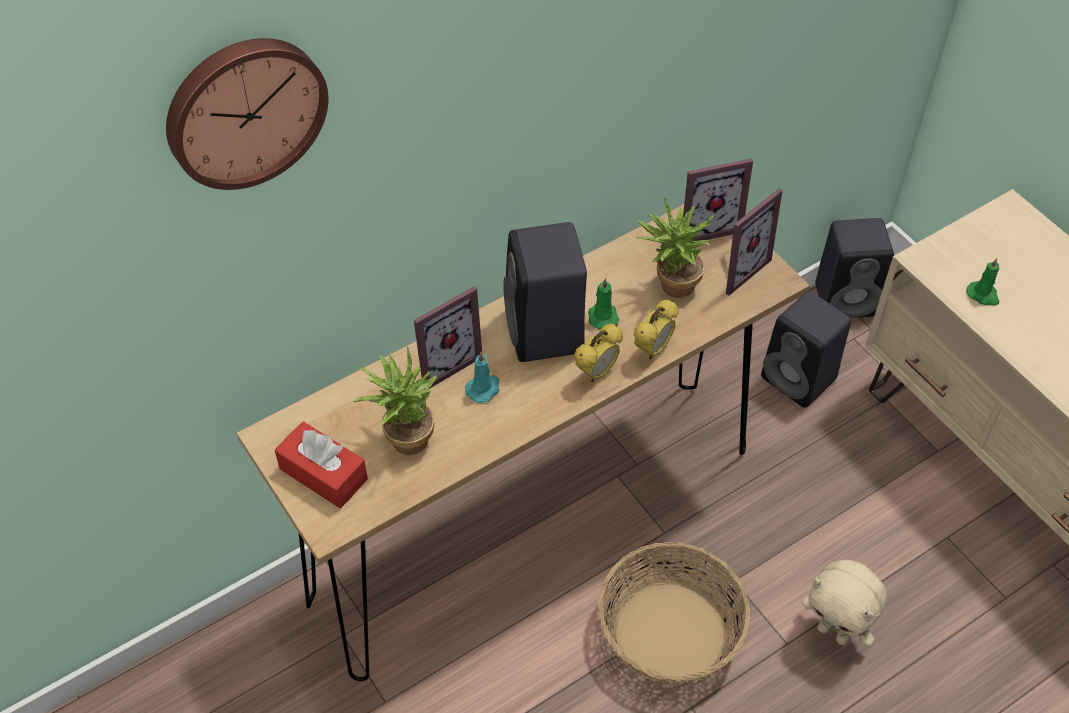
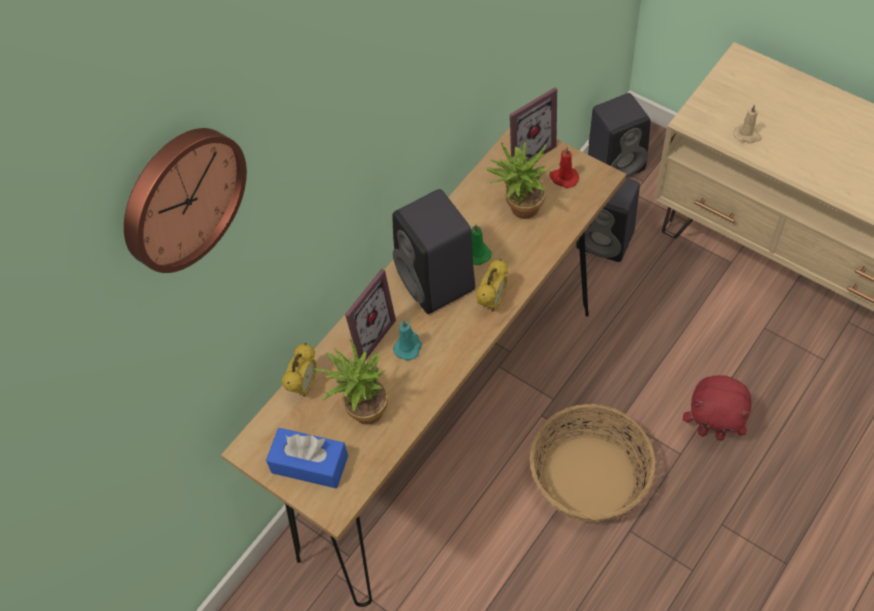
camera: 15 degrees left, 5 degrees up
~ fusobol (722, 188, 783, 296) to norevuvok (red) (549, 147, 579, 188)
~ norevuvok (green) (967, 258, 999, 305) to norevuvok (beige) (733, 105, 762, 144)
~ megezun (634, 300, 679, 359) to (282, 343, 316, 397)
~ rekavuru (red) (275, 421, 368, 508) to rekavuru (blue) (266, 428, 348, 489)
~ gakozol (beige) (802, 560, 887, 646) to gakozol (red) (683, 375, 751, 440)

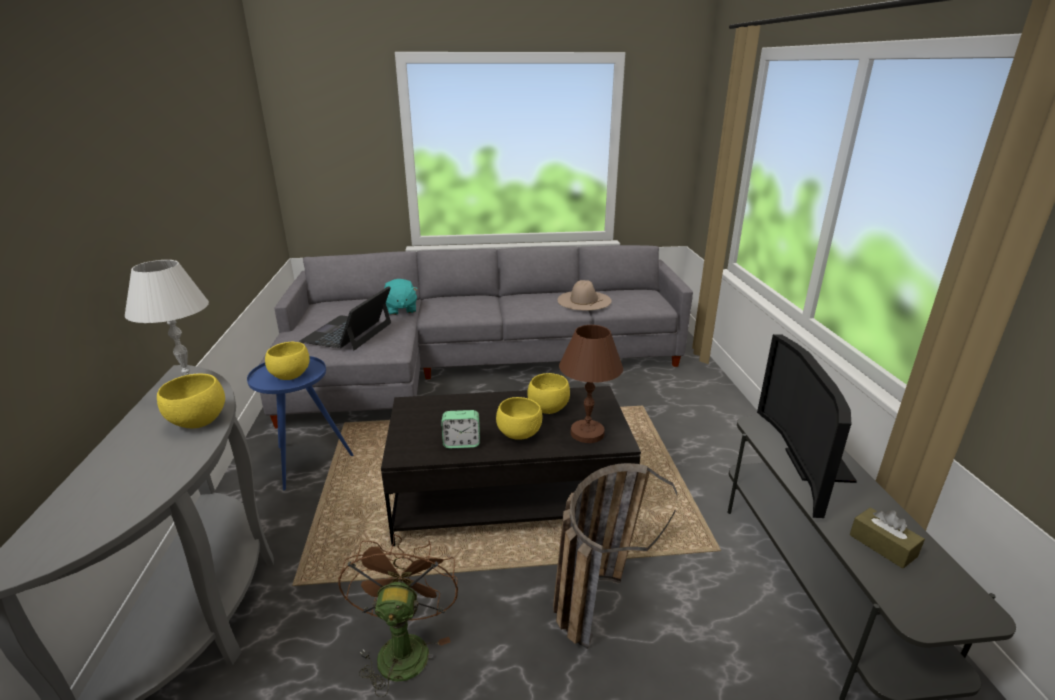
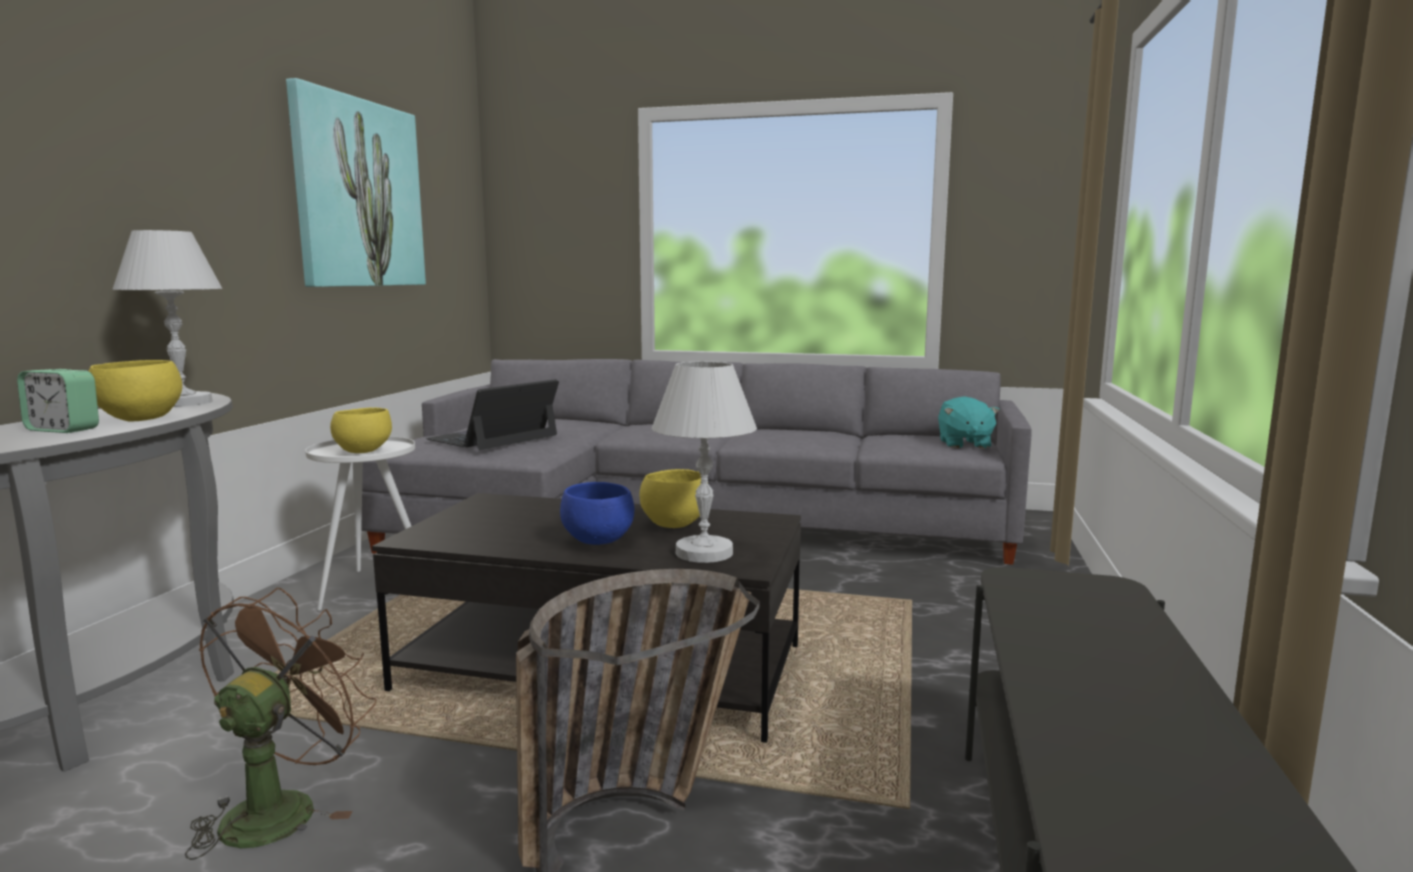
camera: 20 degrees right, 15 degrees down
~ gakozol (turquoise) (384, 279, 418, 315) to (938, 397, 1000, 449)
- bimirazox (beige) (558, 280, 611, 310)
~ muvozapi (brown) (559, 325, 623, 443) to muvozapi (white) (652, 361, 757, 563)
- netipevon (757, 334, 857, 518)
~ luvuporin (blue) (247, 356, 353, 490) to luvuporin (white) (305, 436, 415, 611)
~ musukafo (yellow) (496, 397, 542, 440) to musukafo (blue) (560, 482, 634, 545)
~ megezun (441, 410, 480, 448) to (17, 369, 99, 433)
- rekavuru (brown) (850, 507, 925, 569)
+ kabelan (286, 78, 426, 287)

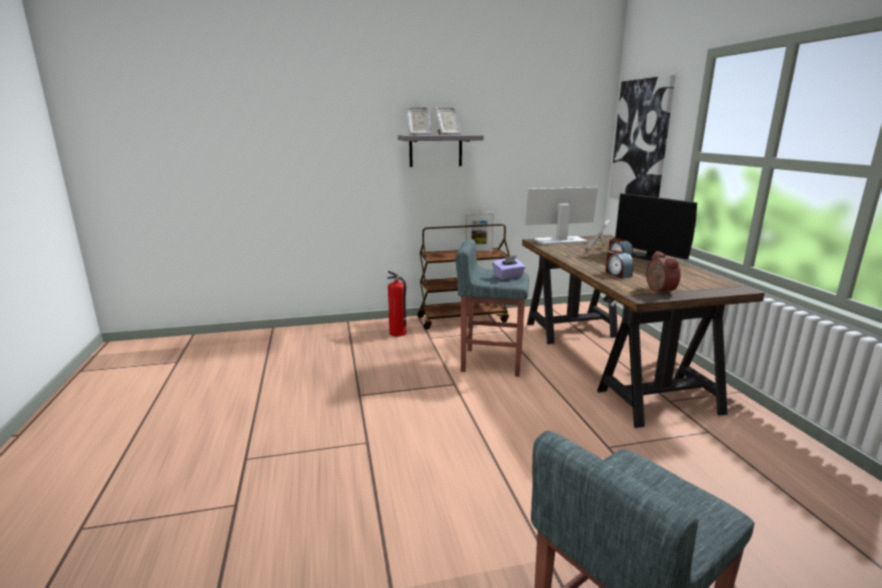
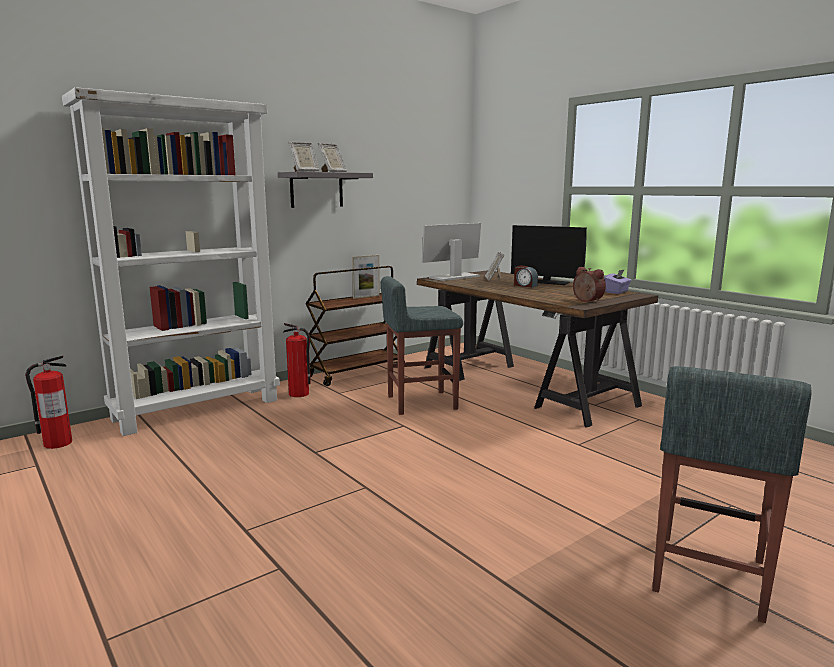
camera: 25 degrees left, 5 degrees down
- kabelan (609, 75, 676, 200)
- megezun (605, 250, 633, 278)
~ rekavuru (purple) (492, 255, 526, 280) to (604, 270, 631, 294)
+ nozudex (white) (62, 87, 280, 436)
+ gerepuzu (25, 356, 72, 449)

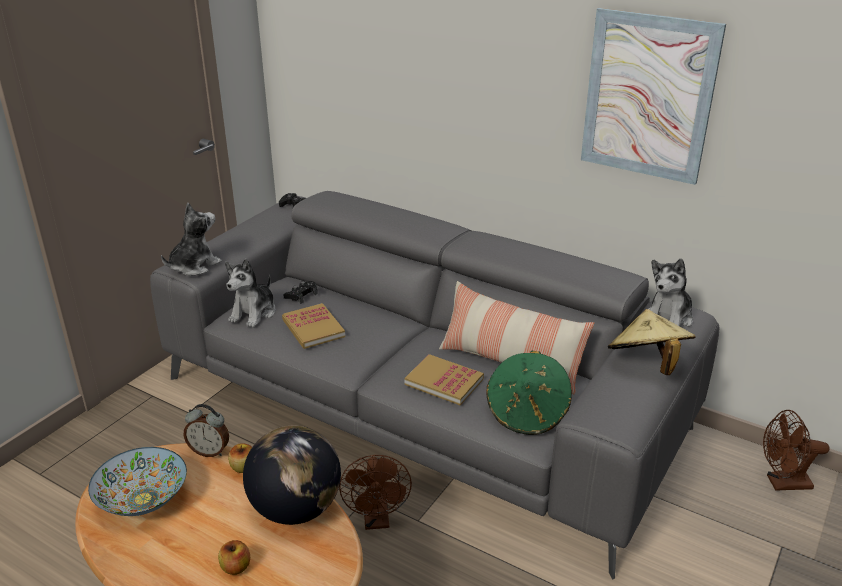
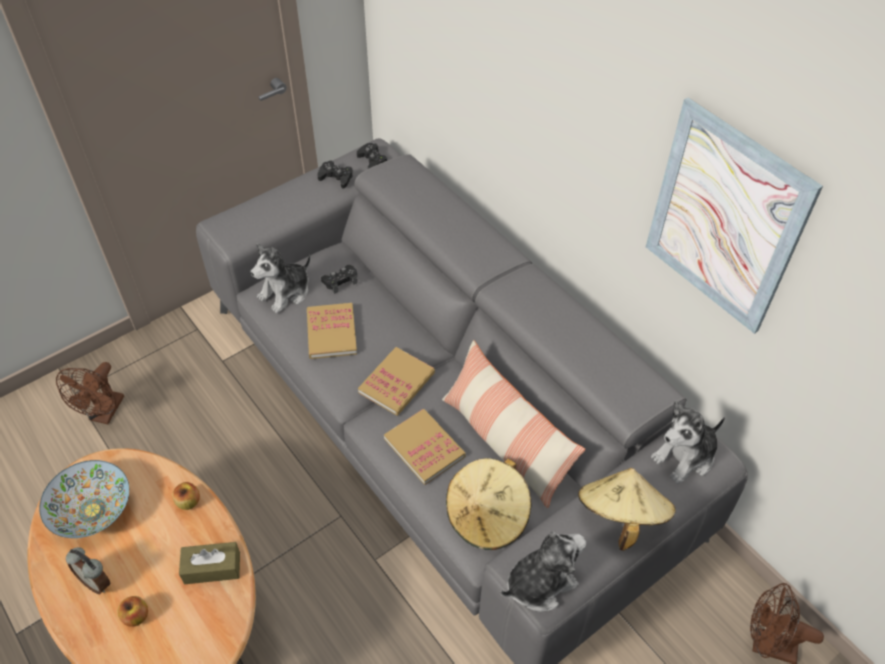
camera: 20 degrees right, 20 degrees up
~ gakozol (161, 203, 222, 276) to (500, 531, 586, 612)
~ bimirazox (green) (486, 351, 572, 435) to bimirazox (beige) (446, 458, 531, 550)
~ megezun (184, 404, 229, 457) to (66, 547, 110, 594)
~ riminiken (243, 426, 341, 525) to rekavuru (brown) (179, 542, 240, 584)
~ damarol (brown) (339, 455, 412, 530) to (56, 362, 124, 424)
+ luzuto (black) (317, 160, 353, 188)
+ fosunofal (358, 347, 435, 416)

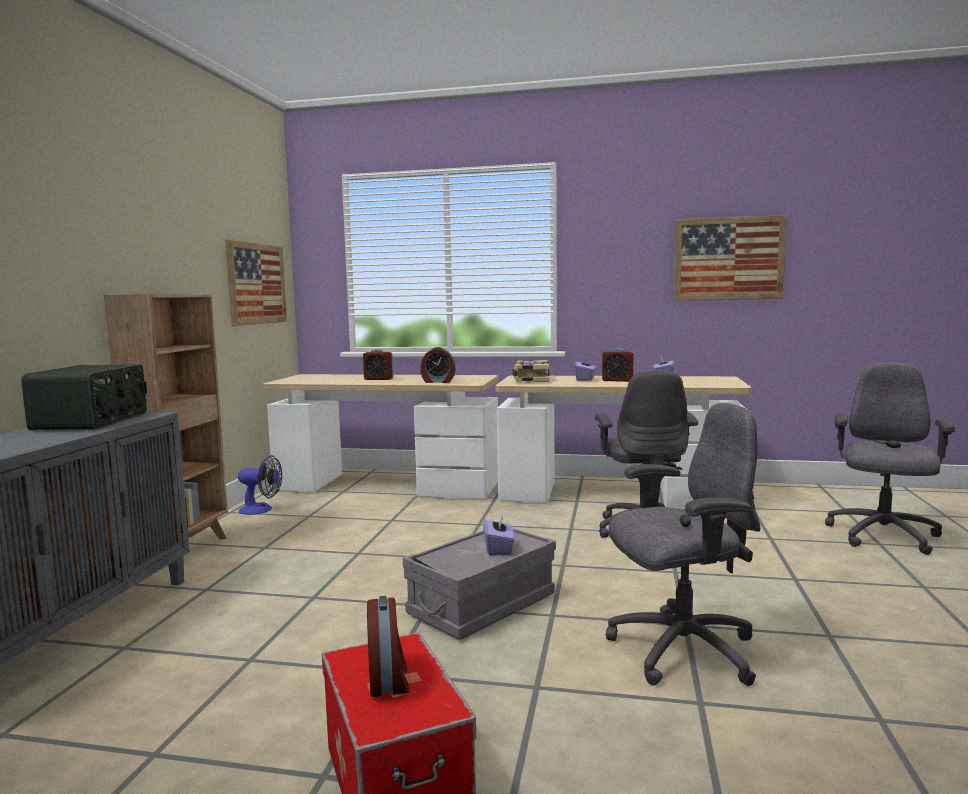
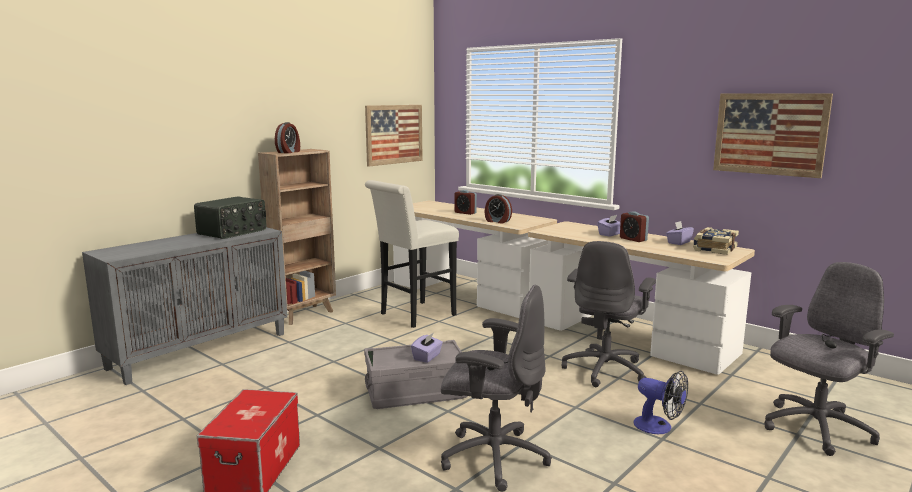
camera: 30 degrees right, 5 degrees up
~ fosunofal (512, 360, 549, 382) to (693, 227, 739, 255)
~ damarol (238, 455, 282, 515) to (634, 371, 688, 434)
~ megezun (367, 596, 409, 697) to (275, 122, 300, 153)
+ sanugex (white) (365, 180, 459, 328)

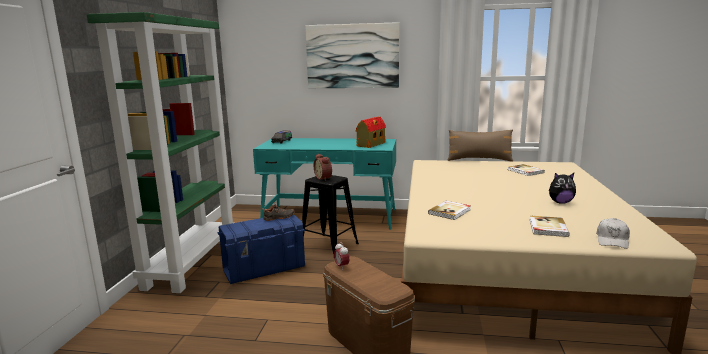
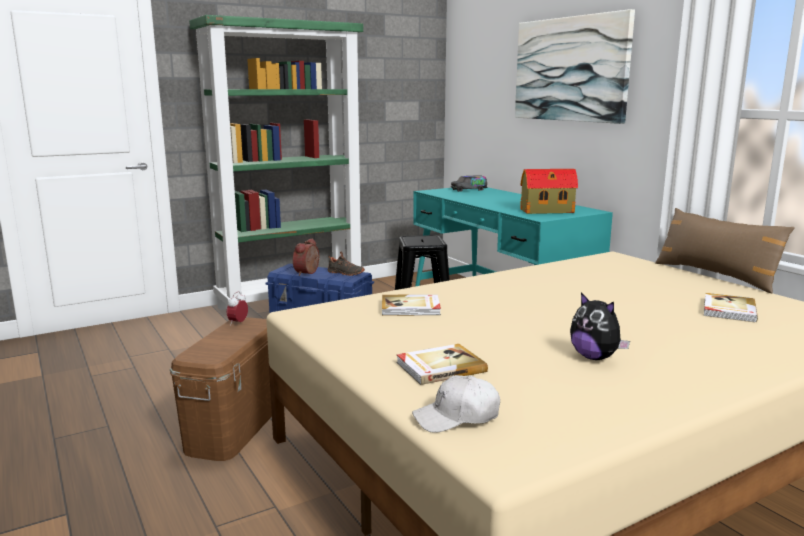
camera: 50 degrees right, 0 degrees up
~ megezun (314, 154, 332, 181) to (293, 238, 320, 276)

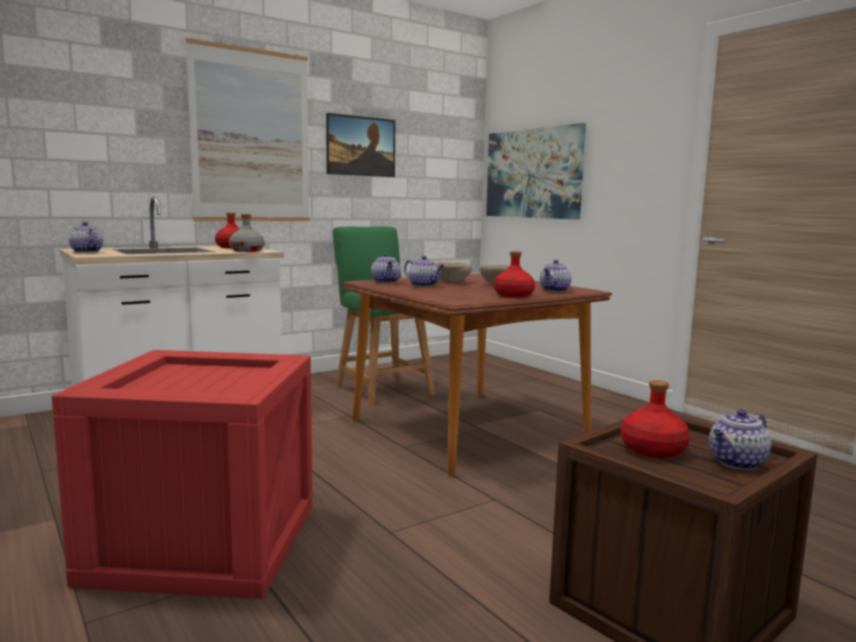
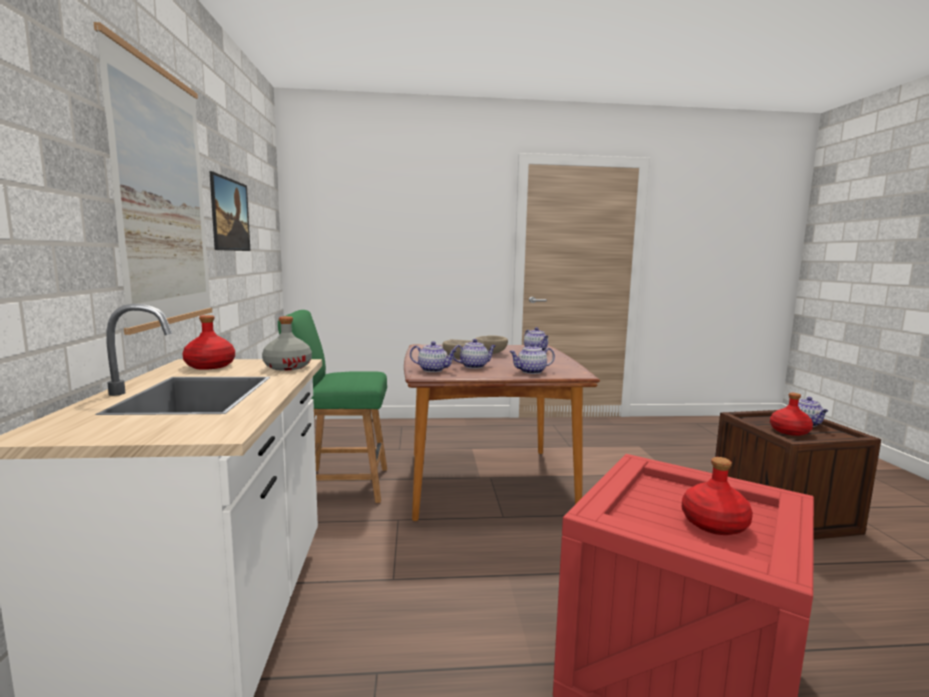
camera: 60 degrees left, 0 degrees up
- kabelan (486, 123, 586, 220)
~ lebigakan (69, 222, 103, 253) to (509, 343, 555, 374)
~ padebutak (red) (494, 251, 535, 298) to (682, 457, 753, 535)

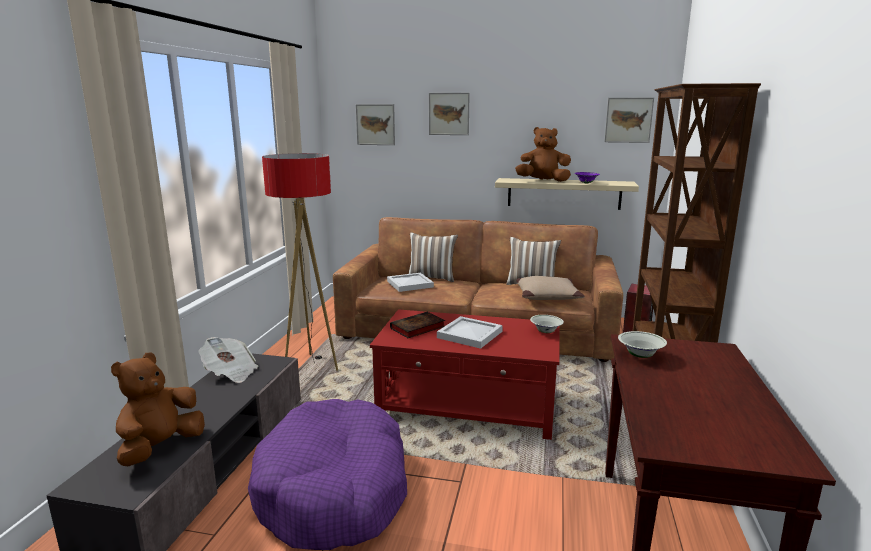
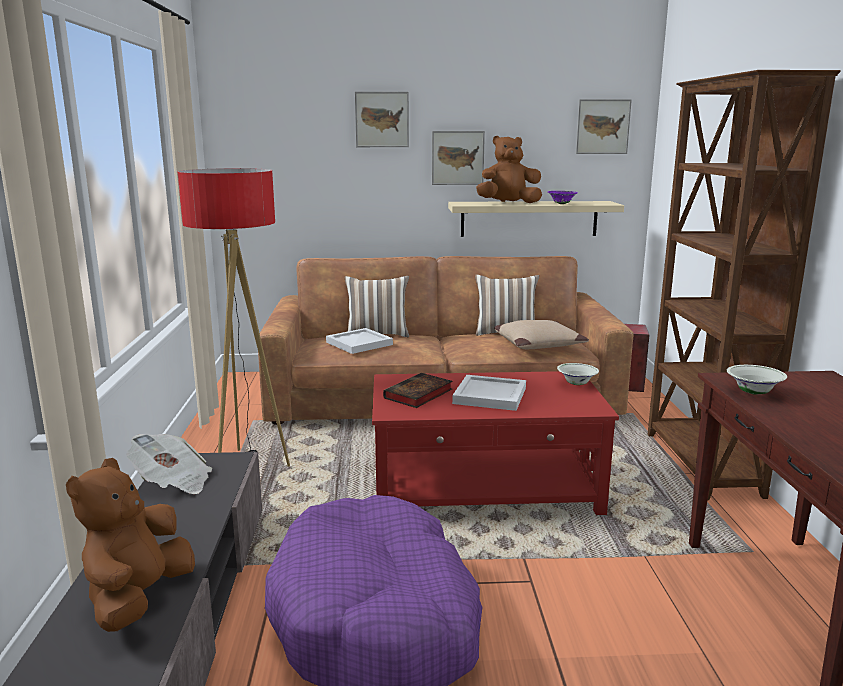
camera: 15 degrees left, 0 degrees up
~ kabelan (356, 104, 395, 145) to (432, 131, 485, 185)

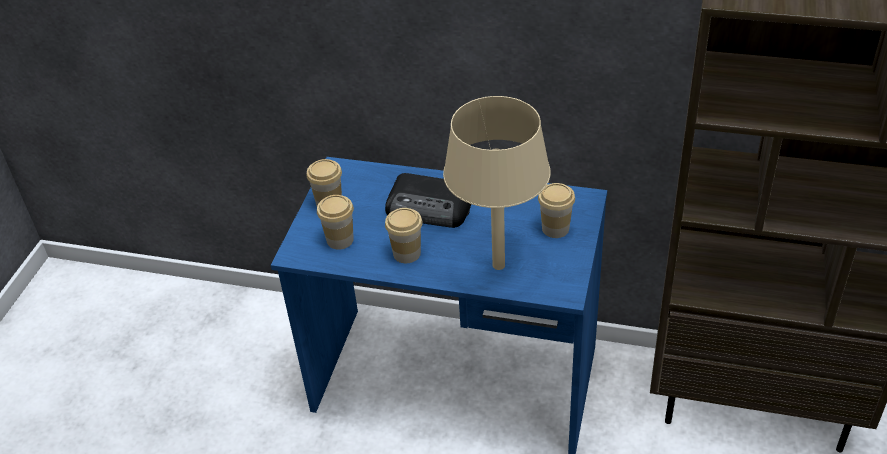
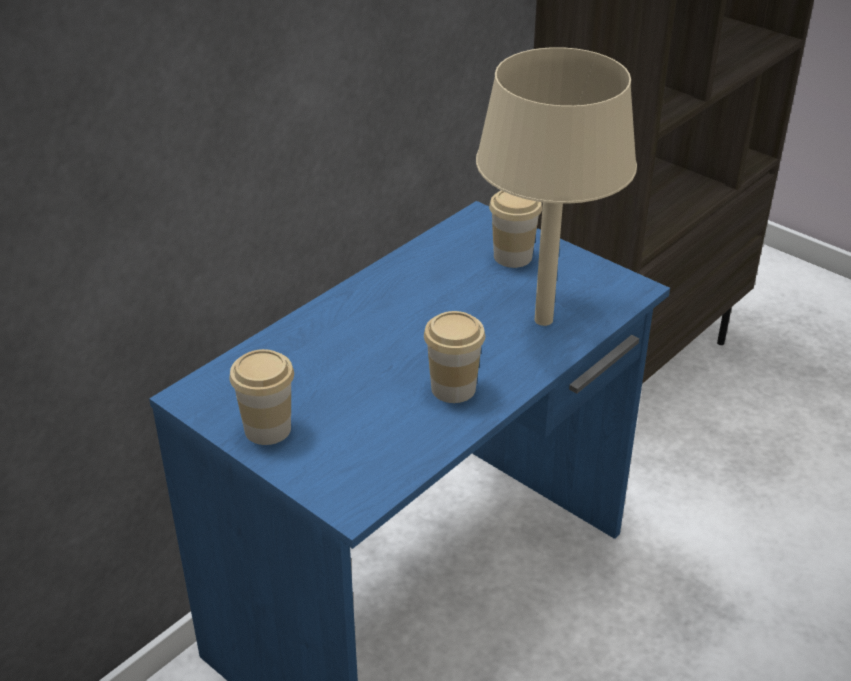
camera: 65 degrees left, 5 degrees down
- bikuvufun (385, 173, 472, 228)
- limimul (317, 195, 354, 250)

